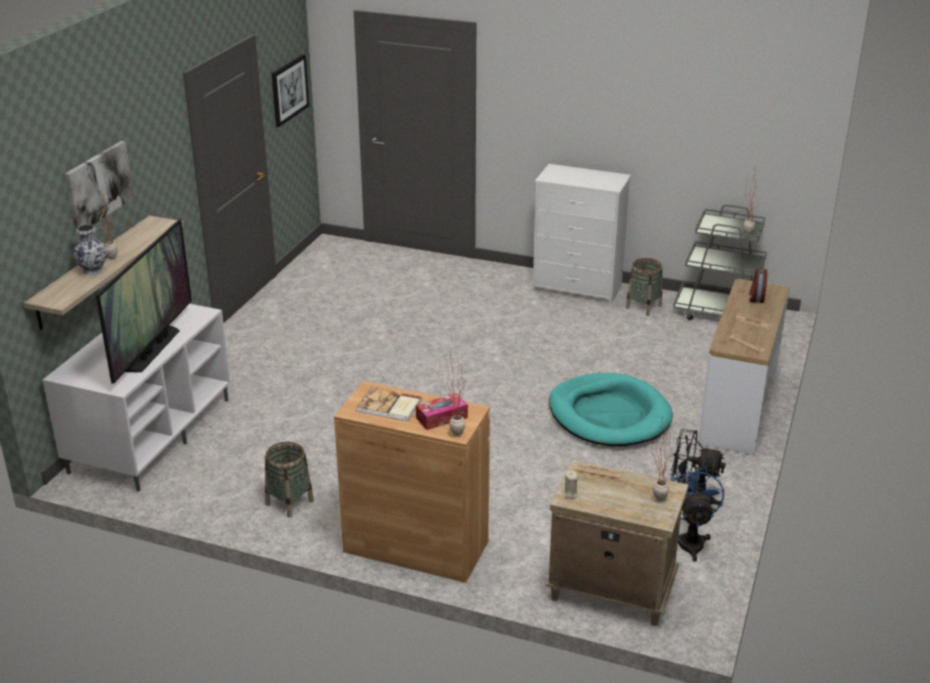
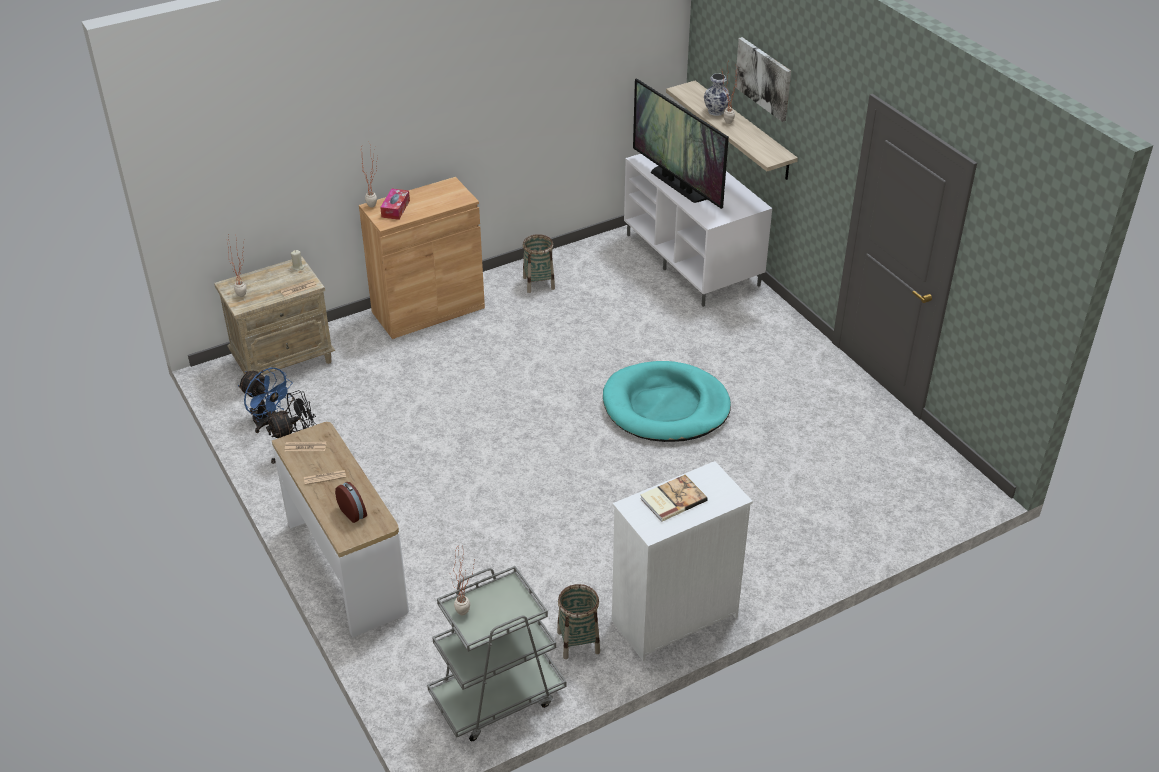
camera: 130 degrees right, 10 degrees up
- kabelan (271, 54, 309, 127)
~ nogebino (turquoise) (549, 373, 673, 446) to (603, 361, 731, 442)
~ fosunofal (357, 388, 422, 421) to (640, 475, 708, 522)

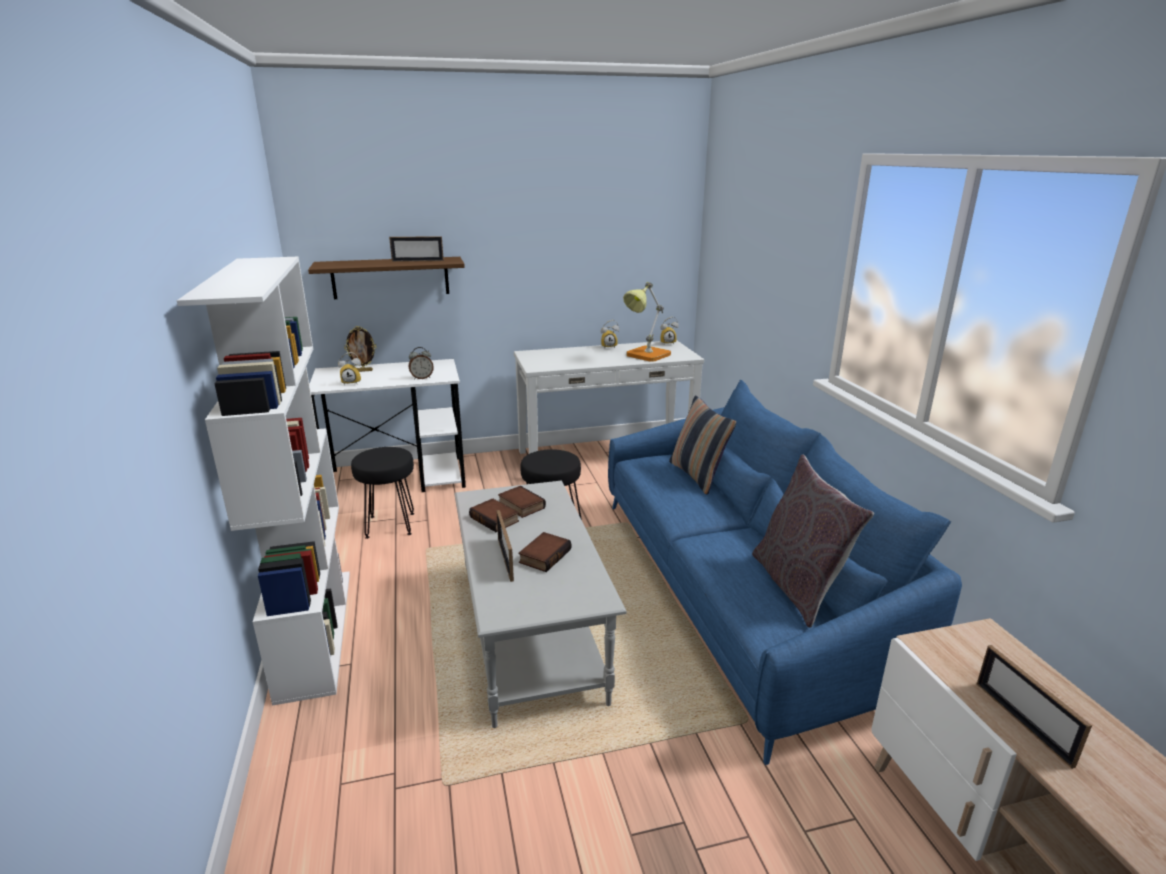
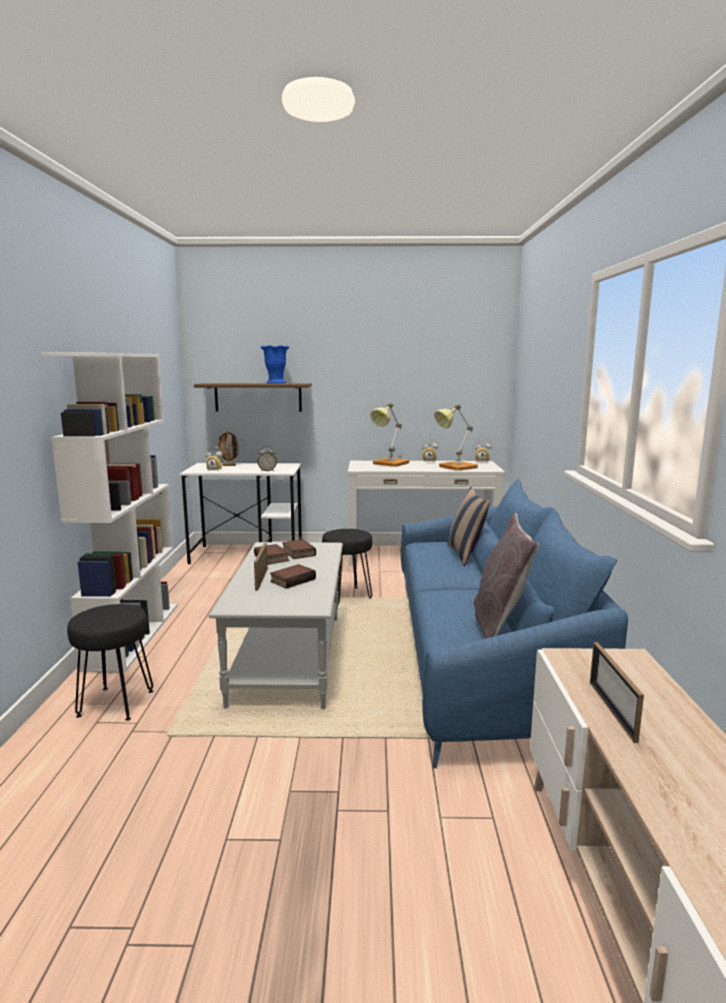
camera: 15 degrees right, 10 degrees down
~ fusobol (389, 236, 444, 262) to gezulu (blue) (261, 345, 289, 384)
~ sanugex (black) (351, 447, 414, 539) to (67, 604, 154, 721)
+ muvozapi (371, 403, 409, 467)

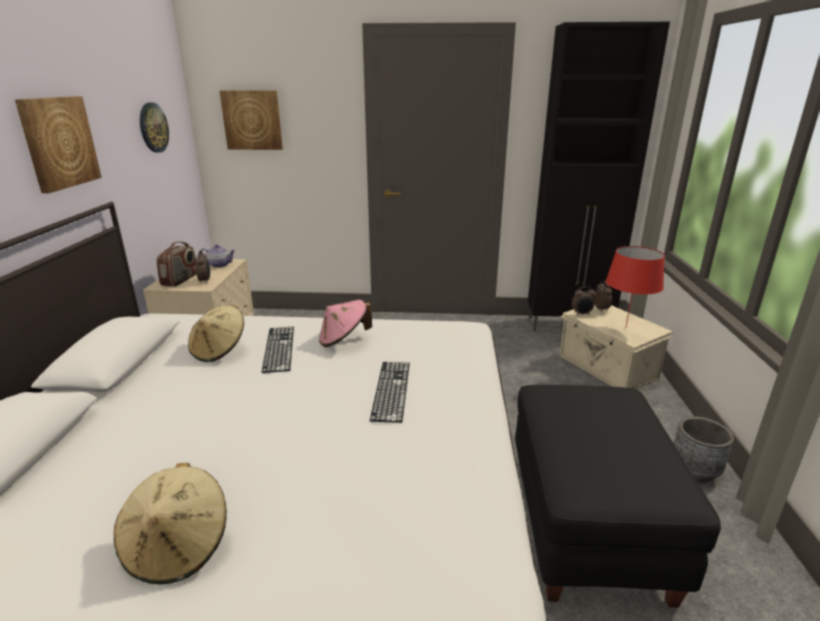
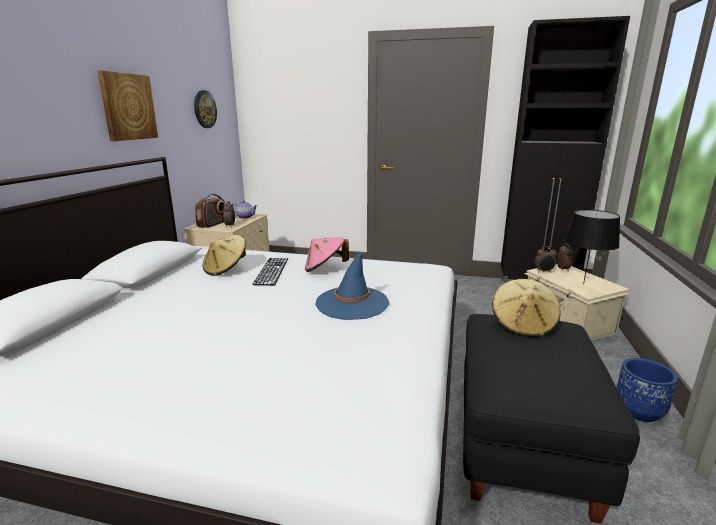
camera: 10 degrees right, 5 degrees down
- kabelan (220, 90, 283, 150)
~ muvozapi (red) (606, 246, 665, 328) to muvozapi (black) (565, 210, 620, 284)
~ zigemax (370, 362, 410, 423) to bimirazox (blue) (316, 253, 389, 320)
~ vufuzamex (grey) (674, 416, 734, 483) to vufuzamex (blue) (616, 358, 678, 422)
~ bimirazox (beige) (114, 463, 227, 585) to (492, 279, 561, 337)

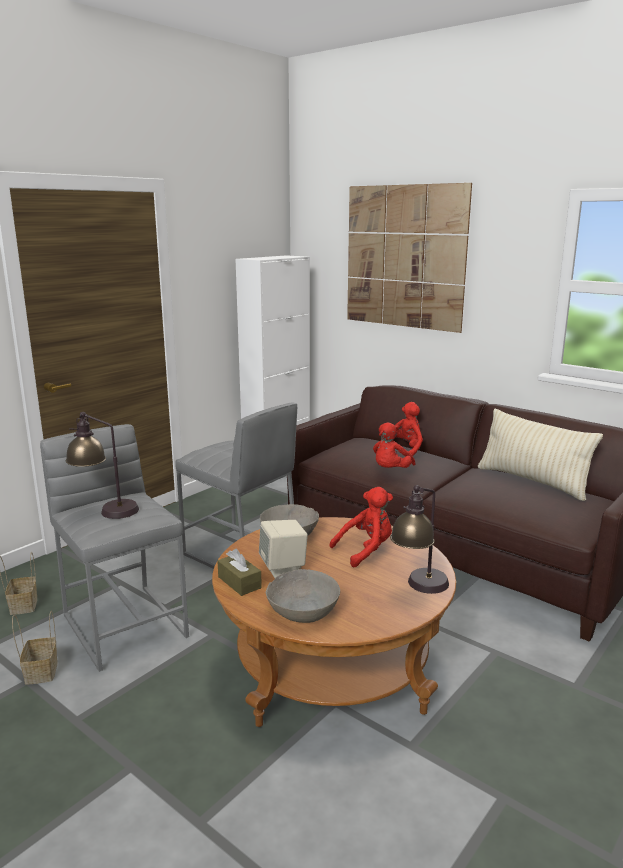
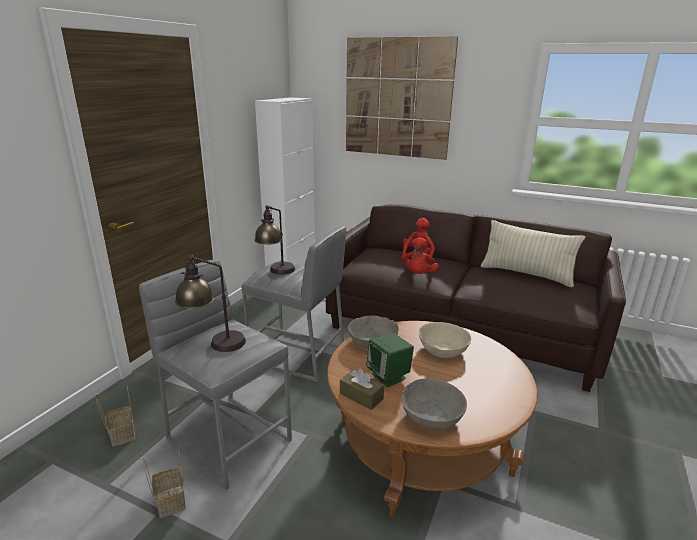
camera: 15 degrees left, 5 degrees up
~ muvozapi (390, 485, 449, 594) to (254, 205, 295, 275)
~ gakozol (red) (329, 487, 393, 568) to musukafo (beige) (419, 322, 471, 358)
~ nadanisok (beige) (259, 520, 308, 578) to nadanisok (green) (366, 333, 414, 387)

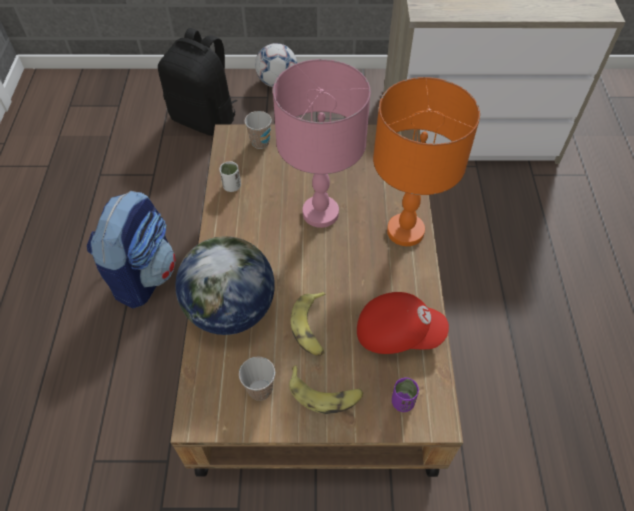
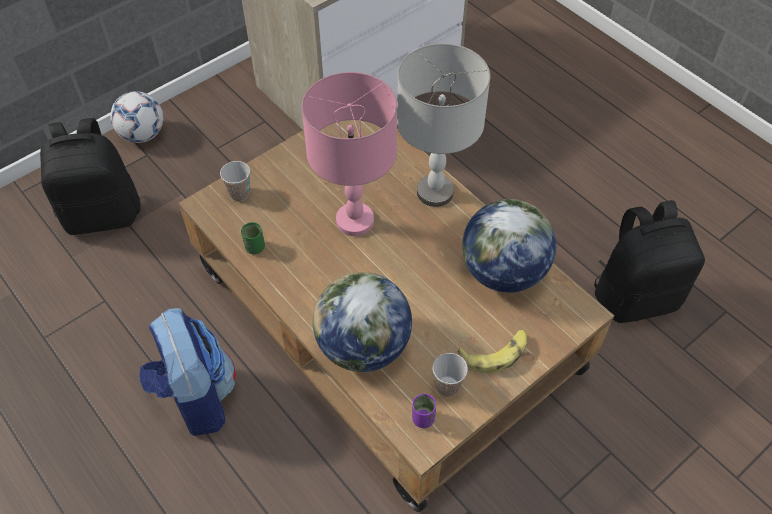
camera: 40 degrees left, 0 degrees up
~ muvozapi (orange) (373, 77, 480, 246) to muvozapi (grey) (397, 43, 490, 207)
~ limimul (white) (219, 161, 241, 192) to limimul (green) (241, 222, 265, 254)
- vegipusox (291, 292, 326, 356)
~ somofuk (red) (357, 292, 449, 354) to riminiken (462, 199, 556, 293)
~ limimul (purple) (392, 378, 419, 412) to (412, 394, 436, 428)
+ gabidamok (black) (594, 200, 705, 323)

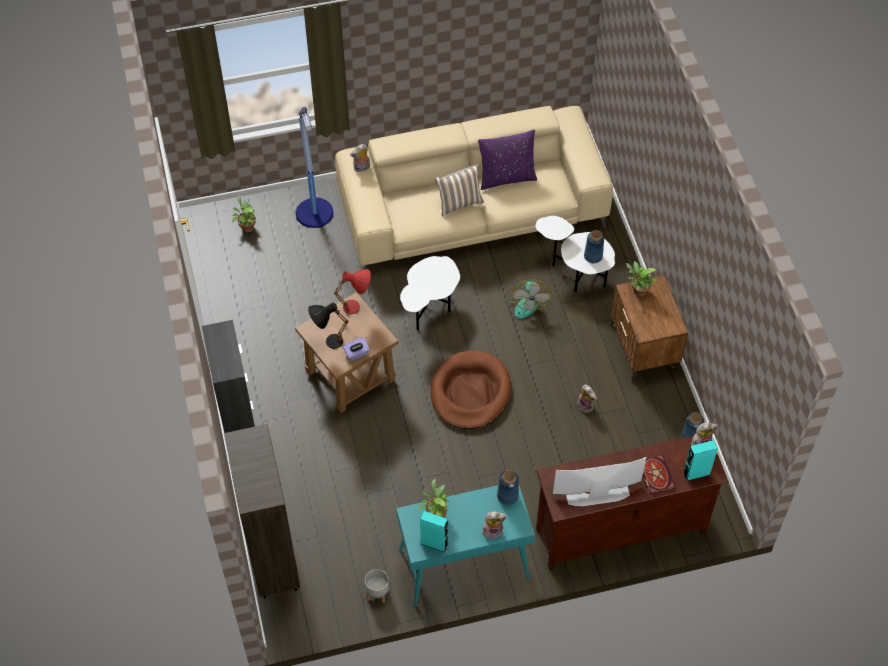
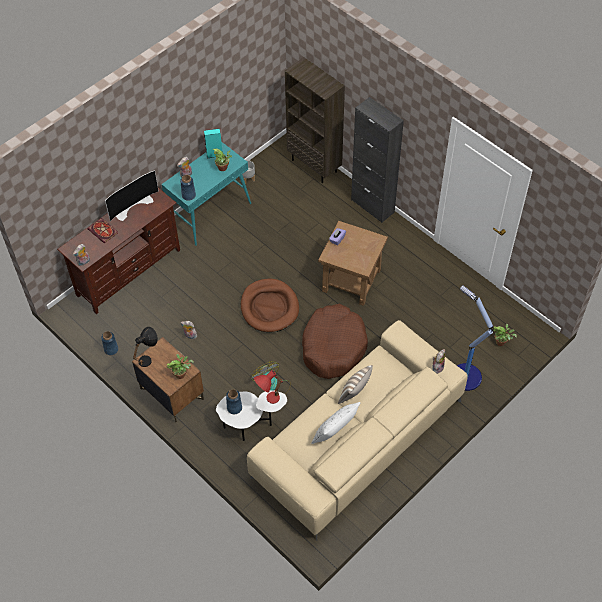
camera: 150 degrees right, 0 degrees up
~ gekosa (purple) (478, 129, 537, 190) to gekosa (white) (311, 402, 360, 444)
~ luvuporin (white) (400, 256, 460, 330) to nogebino (brown) (302, 304, 368, 379)
~ muvozapi (red) (334, 269, 371, 314) to (254, 370, 283, 404)
~ muvozapi (black) (308, 302, 349, 349) to (133, 327, 158, 367)
- nadanisok (turquoise) (683, 440, 718, 481)

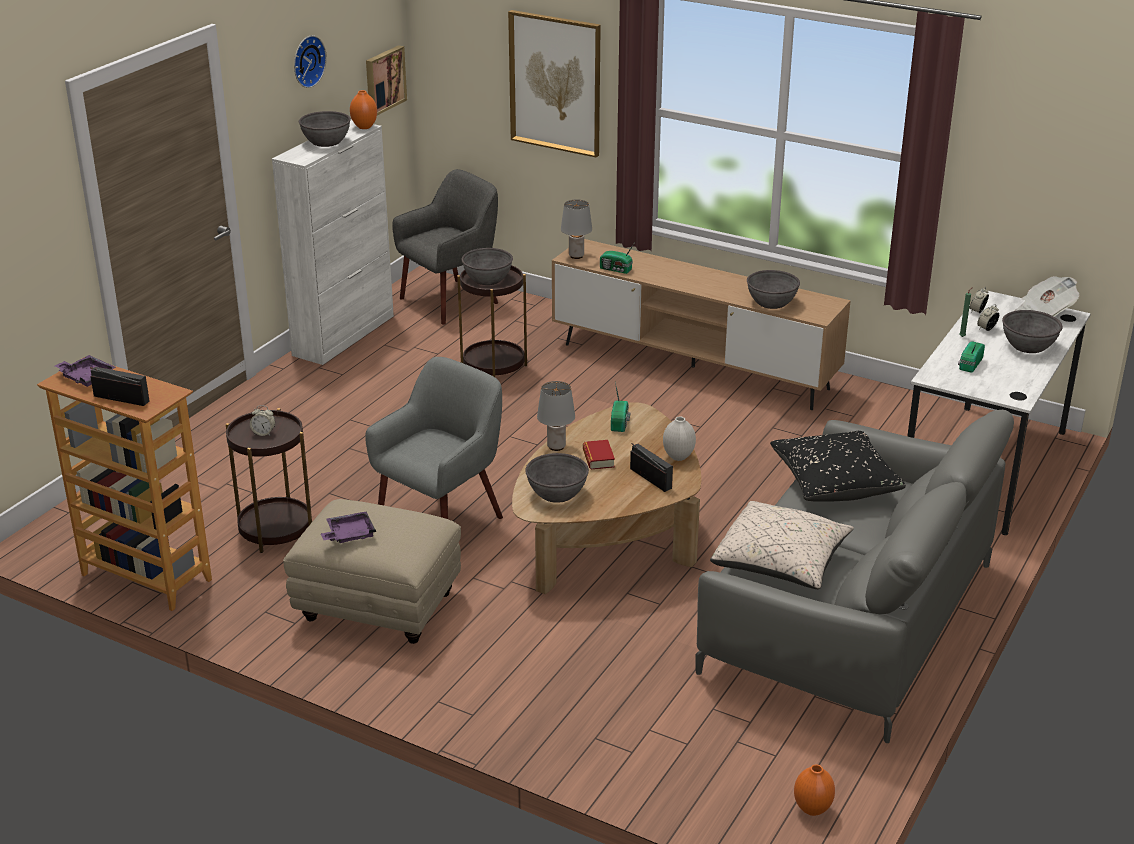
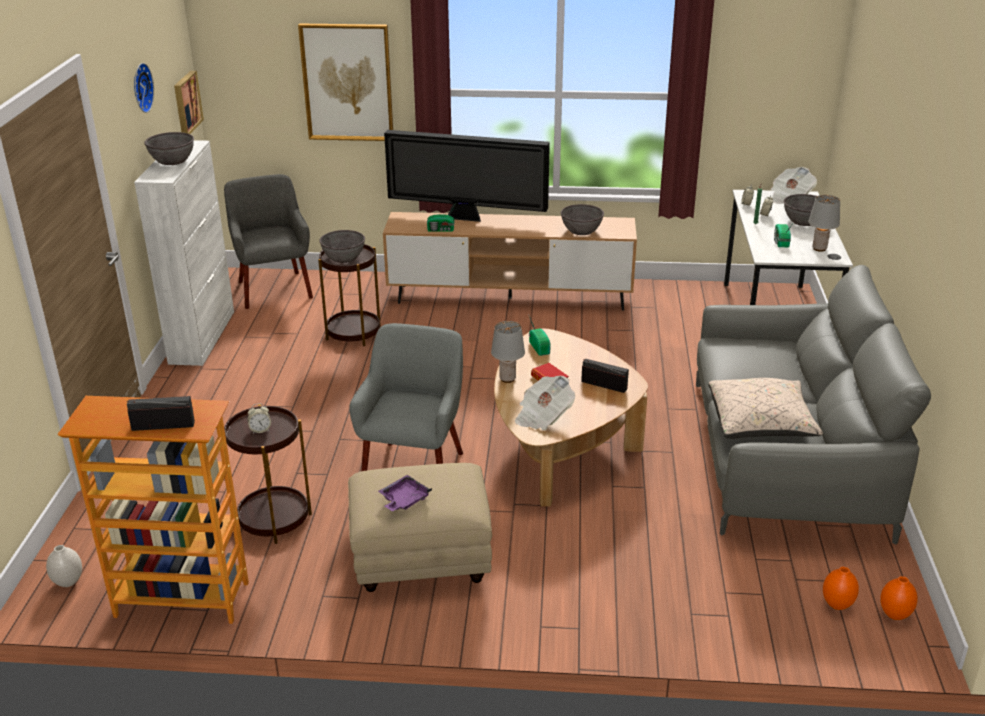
camera: 25 degrees left, 0 degrees up
~ gezulu (orange) (350, 90, 377, 129) to (823, 567, 859, 610)
~ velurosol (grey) (392, 169, 498, 325) = (224, 174, 313, 309) 45 degrees counterclockwise
~ muvozapi (grey) (561, 199, 592, 259) to (808, 195, 840, 252)
- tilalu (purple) (55, 355, 116, 387)
~ gezulu (white) (663, 416, 696, 461) to (46, 545, 82, 587)
- gekosa (black) (770, 431, 906, 502)
~ musukafo (grey) (525, 453, 589, 503) to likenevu (515, 376, 575, 430)
+ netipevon (384, 130, 550, 222)

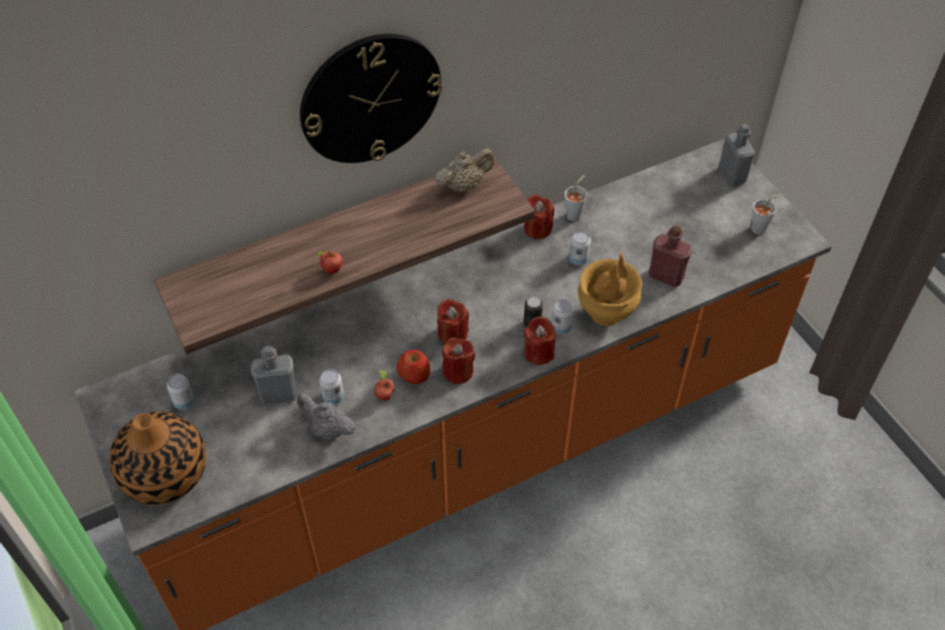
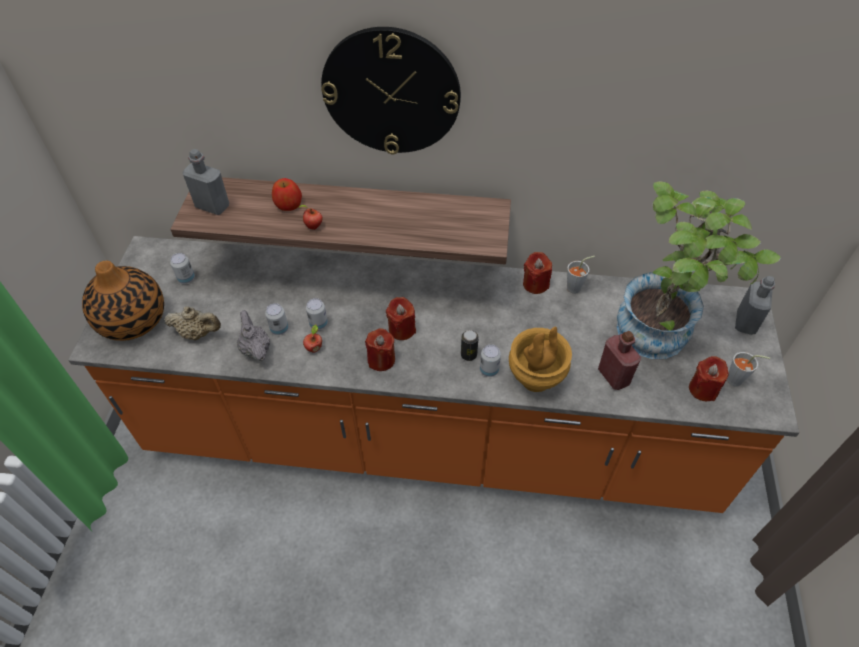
camera: 35 degrees right, 0 degrees up
~ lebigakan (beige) (435, 148, 495, 192) to (164, 306, 221, 340)
~ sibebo (569, 231, 591, 265) to (306, 298, 328, 330)
~ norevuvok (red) (524, 317, 556, 365) to (689, 356, 729, 401)
~ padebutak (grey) (251, 346, 297, 405) to (183, 149, 229, 215)
~ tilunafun (397, 350, 431, 385) to (272, 178, 302, 211)
+ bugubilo (617, 181, 781, 359)

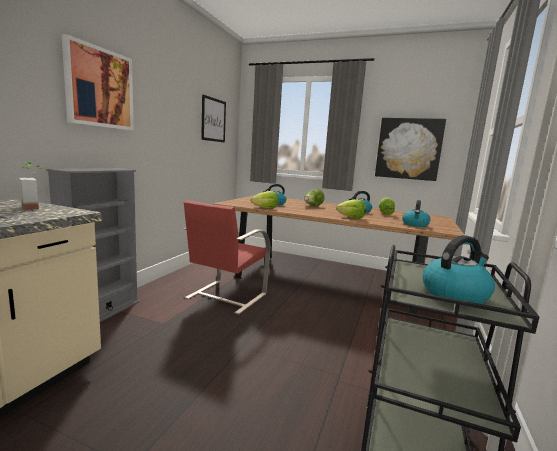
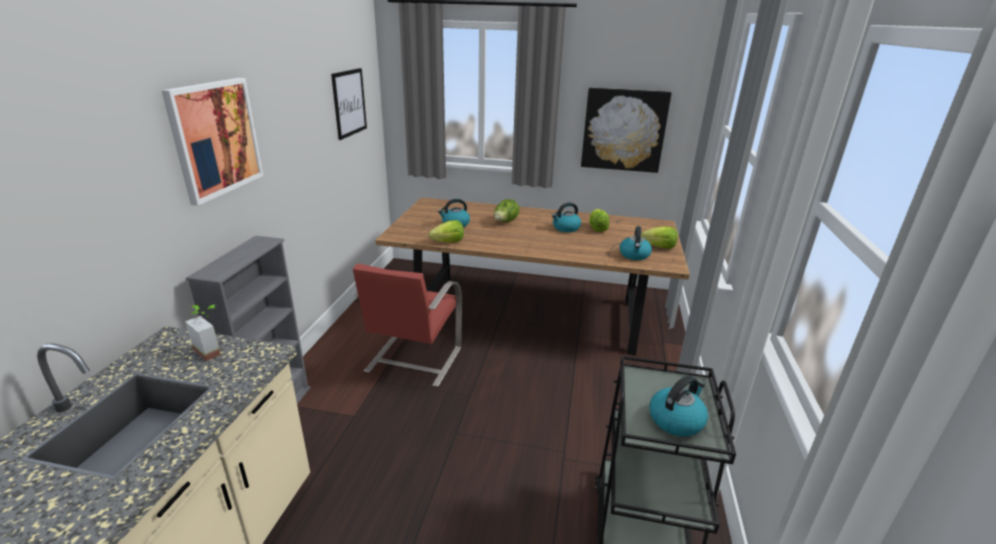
camera: 10 degrees left, 15 degrees up
~ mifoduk (336, 199, 366, 219) to (641, 226, 678, 249)

